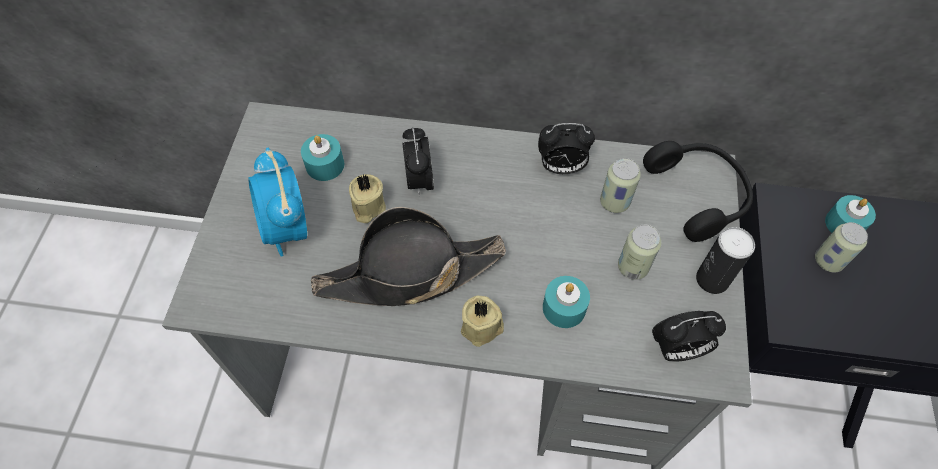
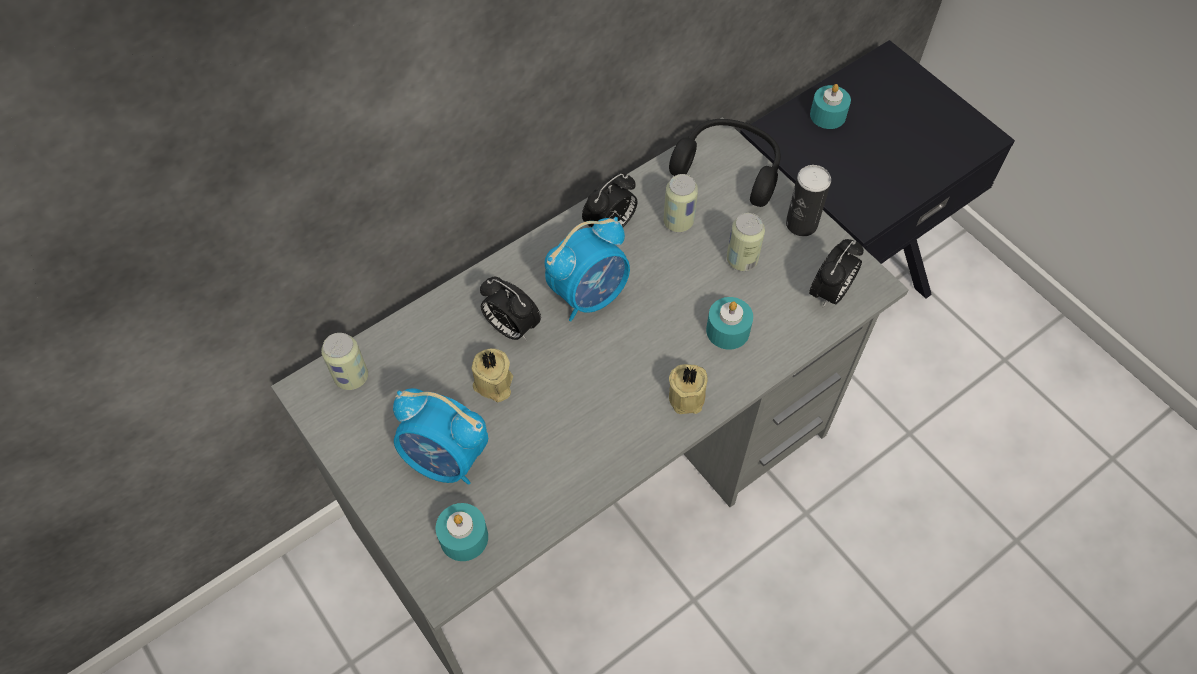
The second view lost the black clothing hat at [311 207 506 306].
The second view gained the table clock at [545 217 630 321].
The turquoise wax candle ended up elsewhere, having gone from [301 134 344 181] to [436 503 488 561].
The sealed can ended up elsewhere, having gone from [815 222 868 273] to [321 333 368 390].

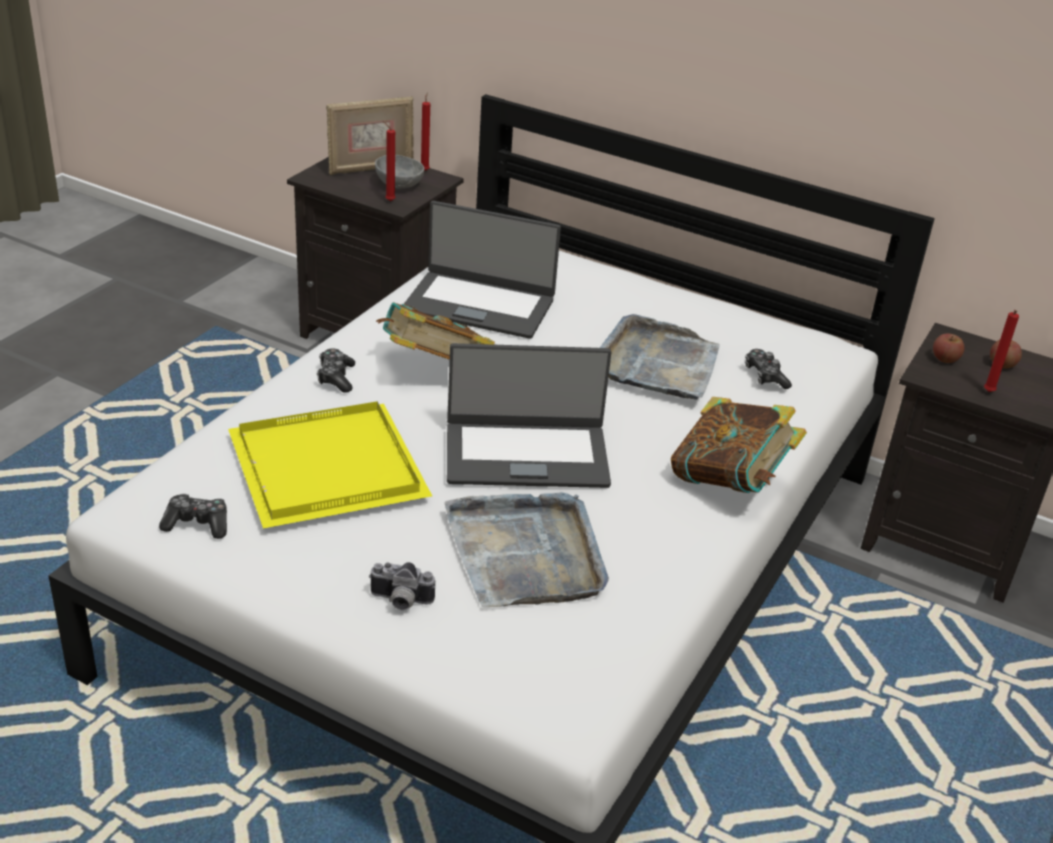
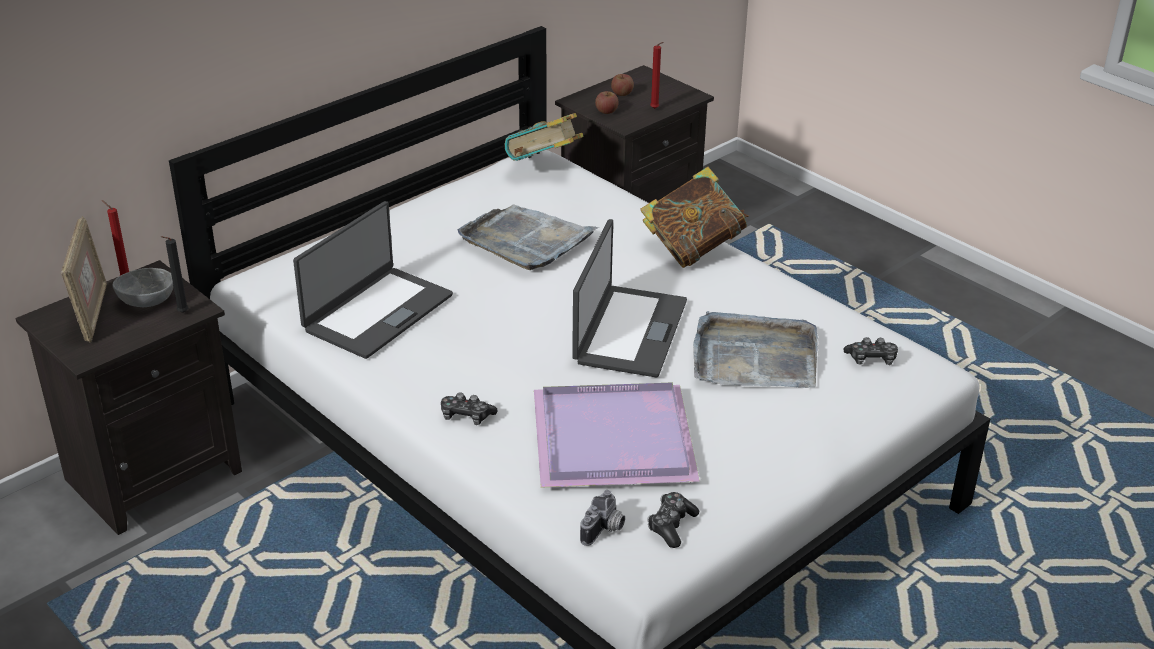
The still camera ended up elsewhere, having gone from [369 562 435 610] to [580 490 625 546].
The bound book ended up elsewhere, having gone from [376 302 495 360] to [505 113 583 161].
The gamepad ended up elsewhere, having gone from [745 349 792 389] to [843 337 898 365].
What was the yellow-coloured tray at [228 402 432 528] turned into the purple-coloured tray at [534 383 700 488].
What was the red-coloured wax candle at [383 121 396 201] turned into the black wax candle at [161 236 188 313].

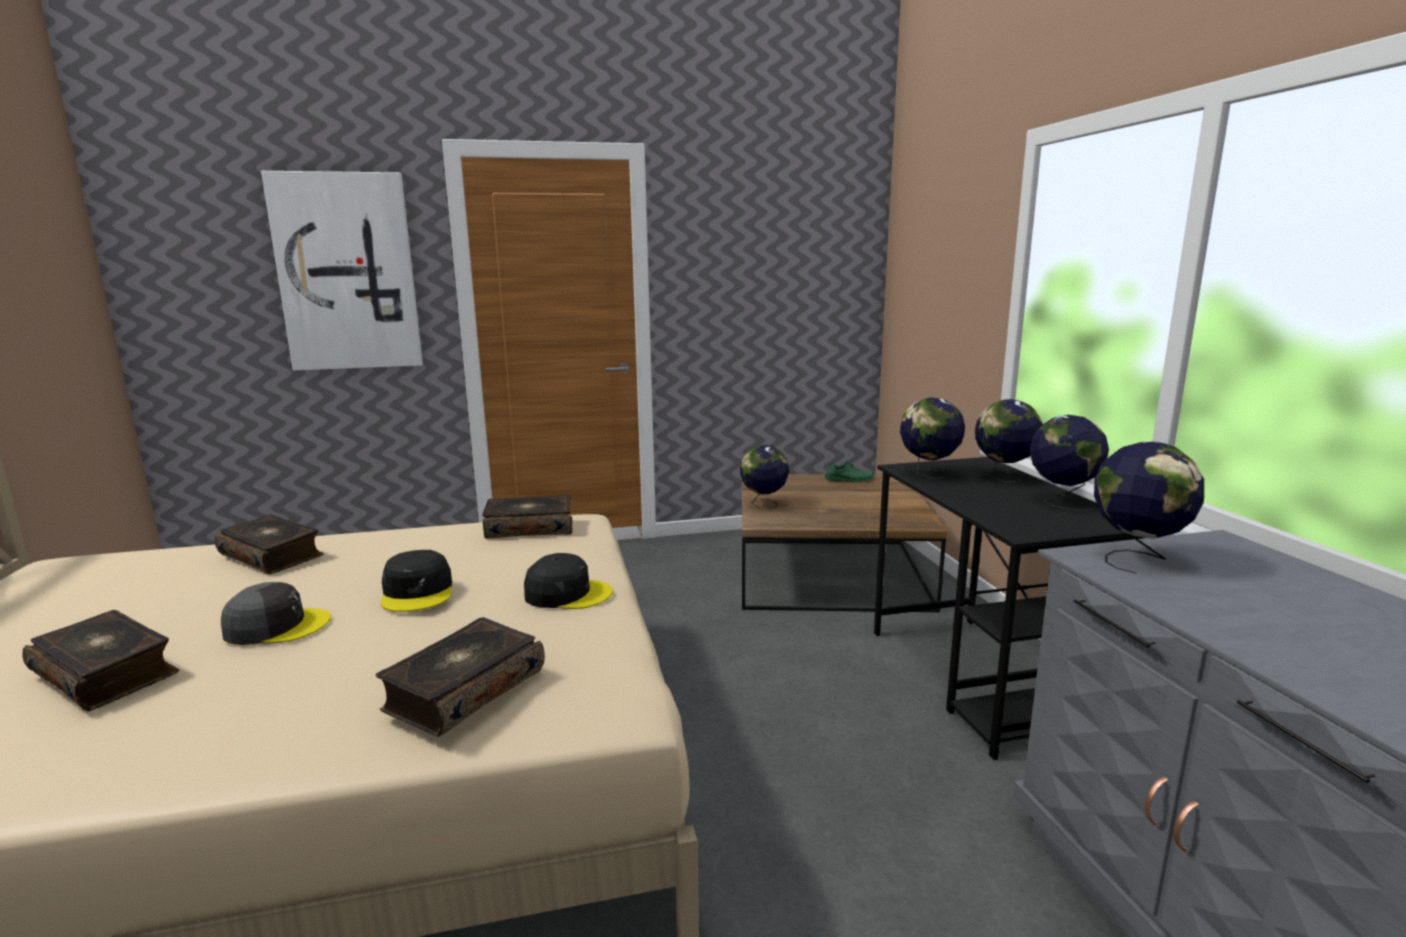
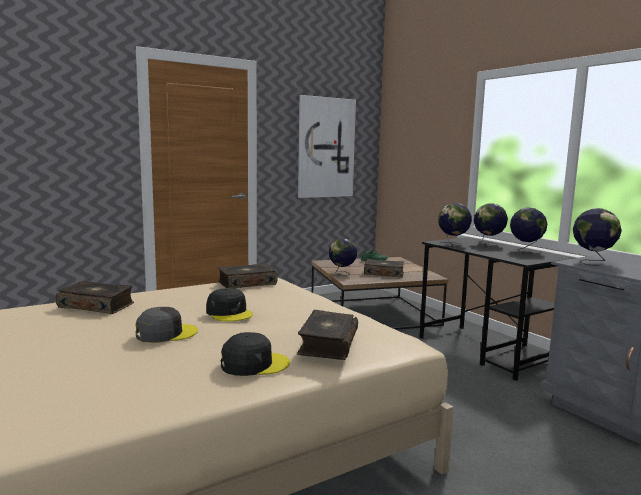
The bound book ended up elsewhere, having gone from [22 610 179 711] to [364 259 404 278].
The wall art ended up elsewhere, having gone from [261 171 423 371] to [298 95 356 198].
The black peaked cap ended up elsewhere, having gone from [524 553 613 609] to [221 332 290 376].

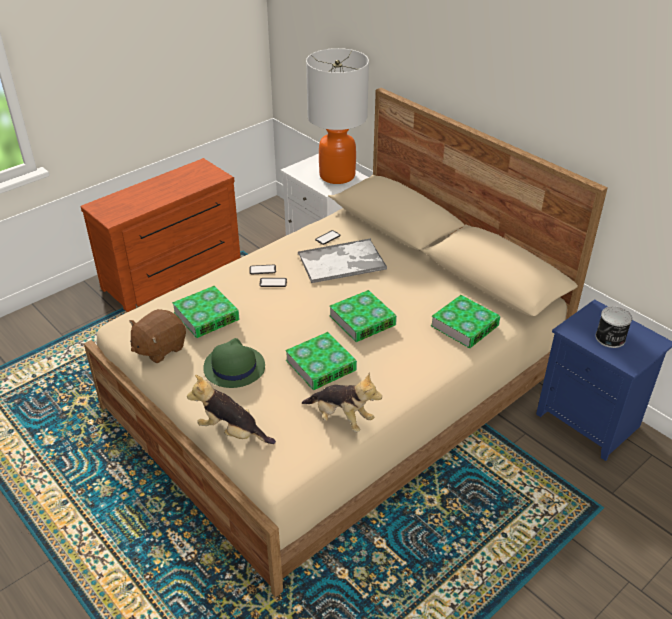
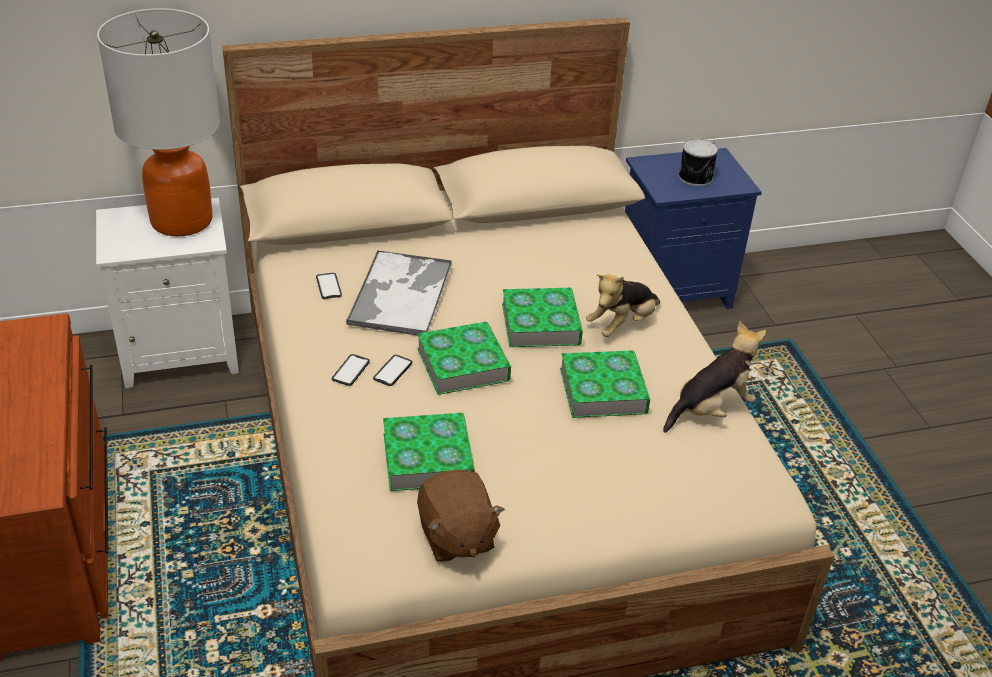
The second view lost the green clothing hat at [203 338 265 388].
The soft toy ended up elsewhere, having gone from [187 375 276 444] to [586 274 660 337].
The bound book ended up elsewhere, having gone from [431 295 501 348] to [417 322 511 395].

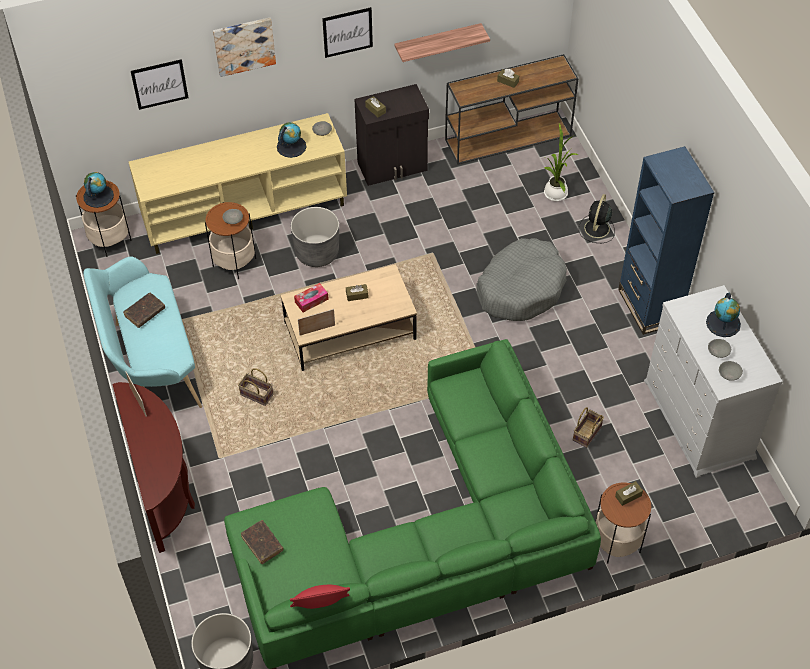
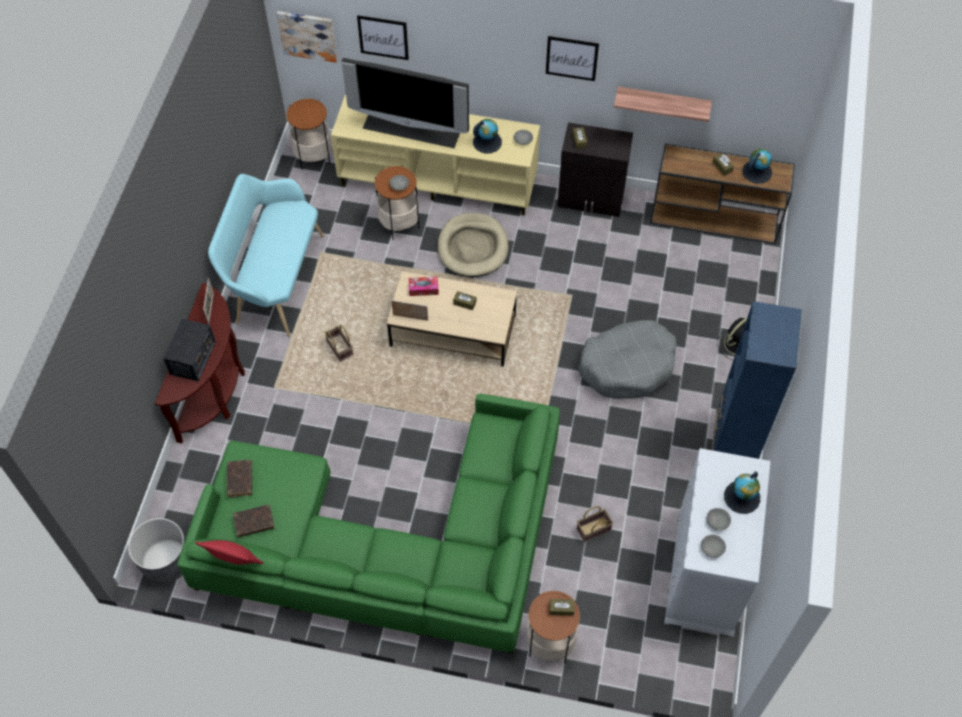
The second view lost the potted plant at [544 124 578 201].
The second view gained the radio at [163 319 216 381].
The second view gained the TV set at [342 58 469 148].
The desk globe ended up elsewhere, having gone from [83 172 114 208] to [742 148 772 184].
The brownish bound book ended up elsewhere, having gone from [123 293 165 328] to [233 505 274 537].
The wall art ended up elsewhere, having gone from [213 17 276 77] to [277 11 337 63].
Where the greyish plant pot stood at [291 207 339 267], the beige-coloured dog bed came to stand at [438 213 508 277].

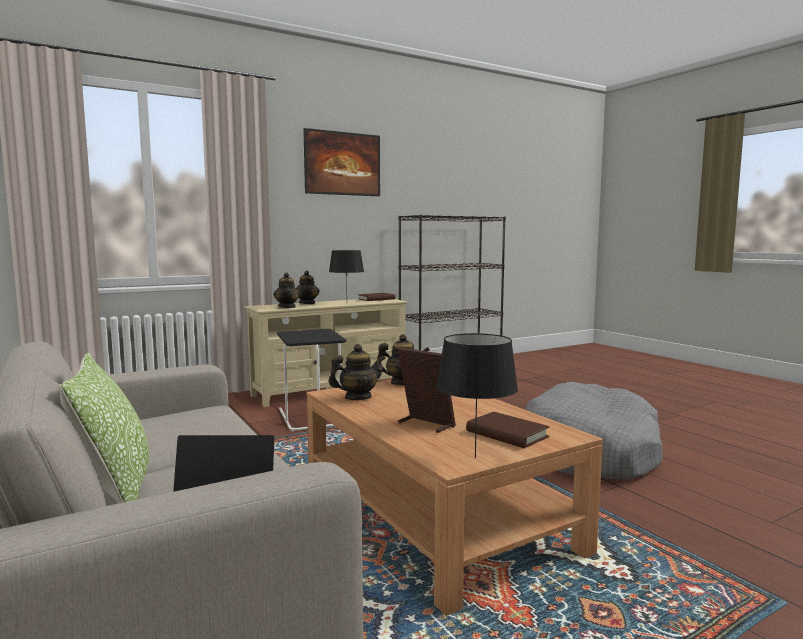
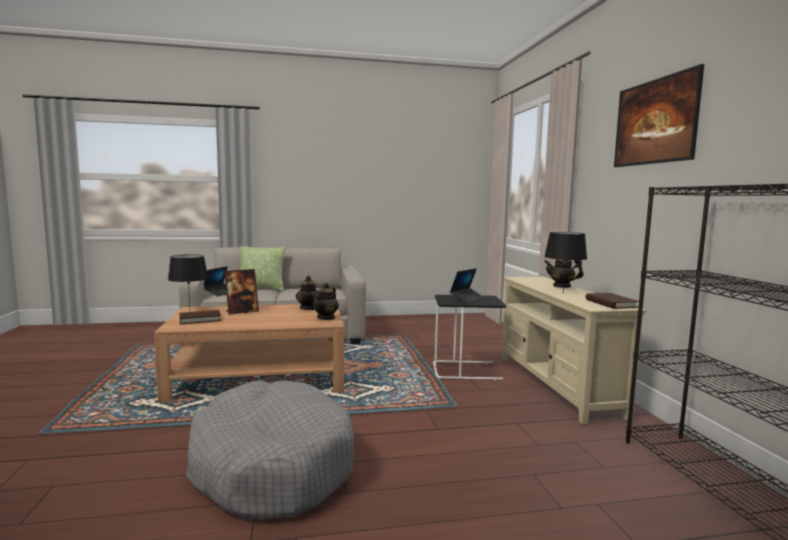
The second view lost the pot for tea at [273 273 300 308].
The second view gained the laptop at [450 268 487 304].

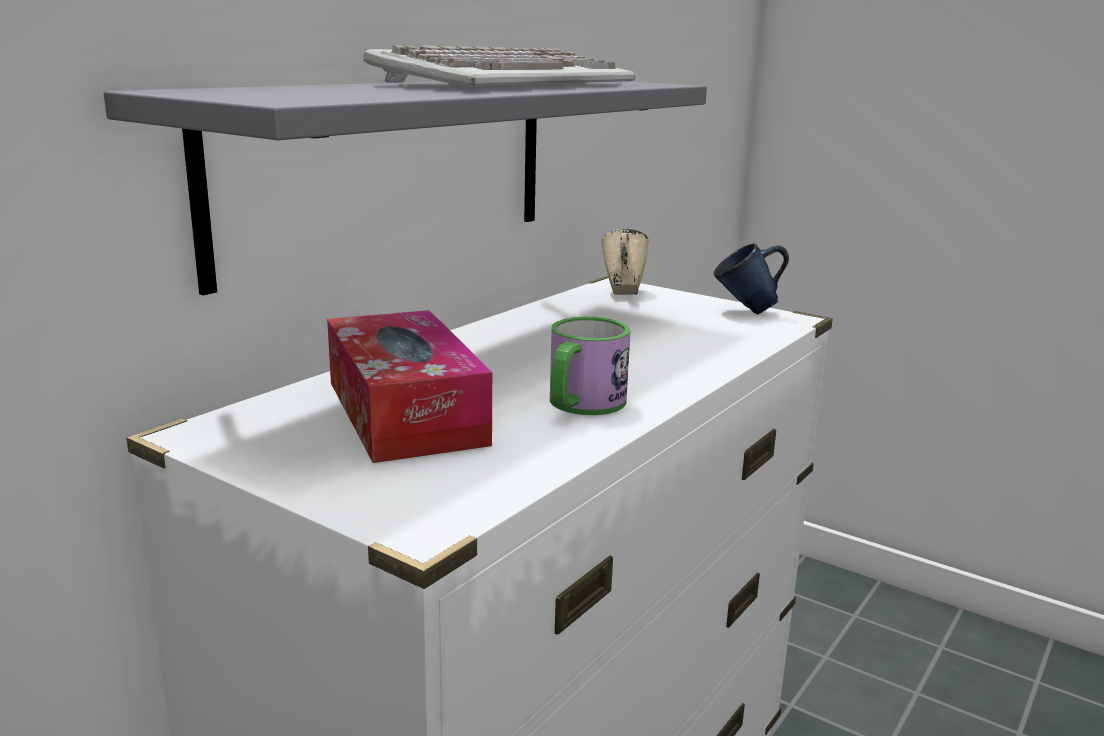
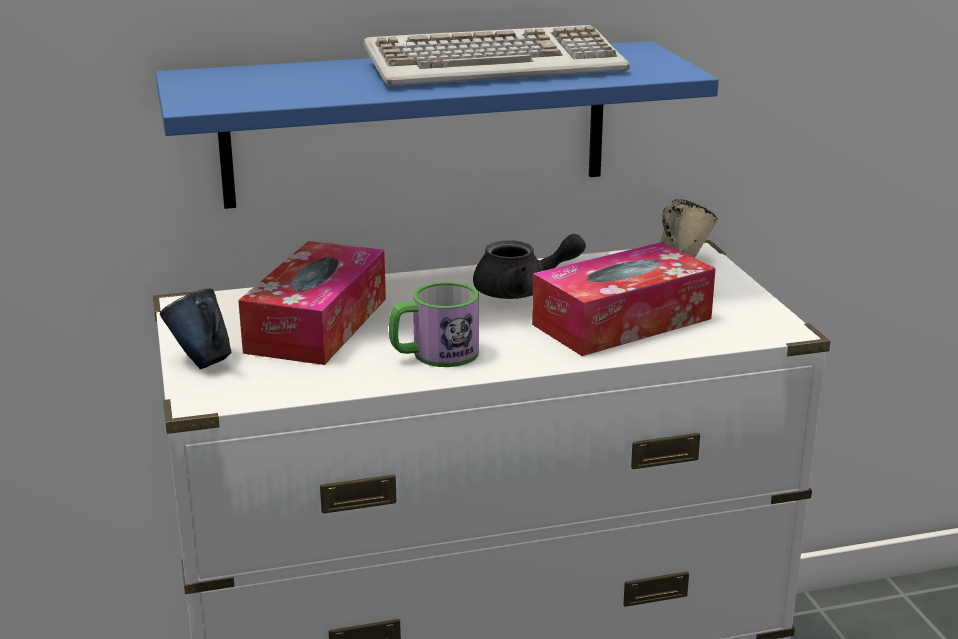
The second view gained the greyish pot for tea at [473 234 586 299].
The second view gained the tissue holder at [532 242 716 356].
The blue coffee mug ended up elsewhere, having gone from [714 243 789 315] to [160 288 231 369].
What was the greyish wall shelf at [104 81 707 295] turned into the blue wall shelf at [156 41 719 209].

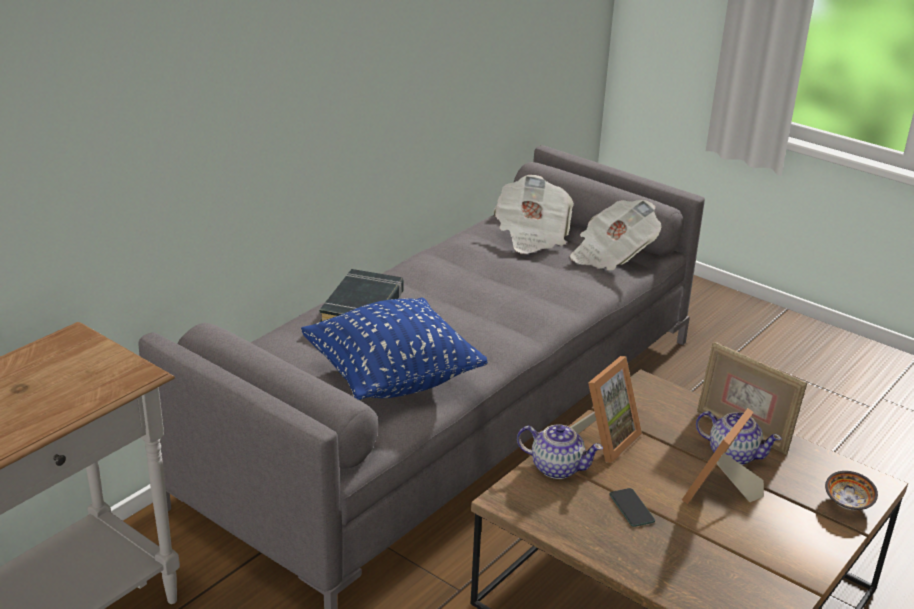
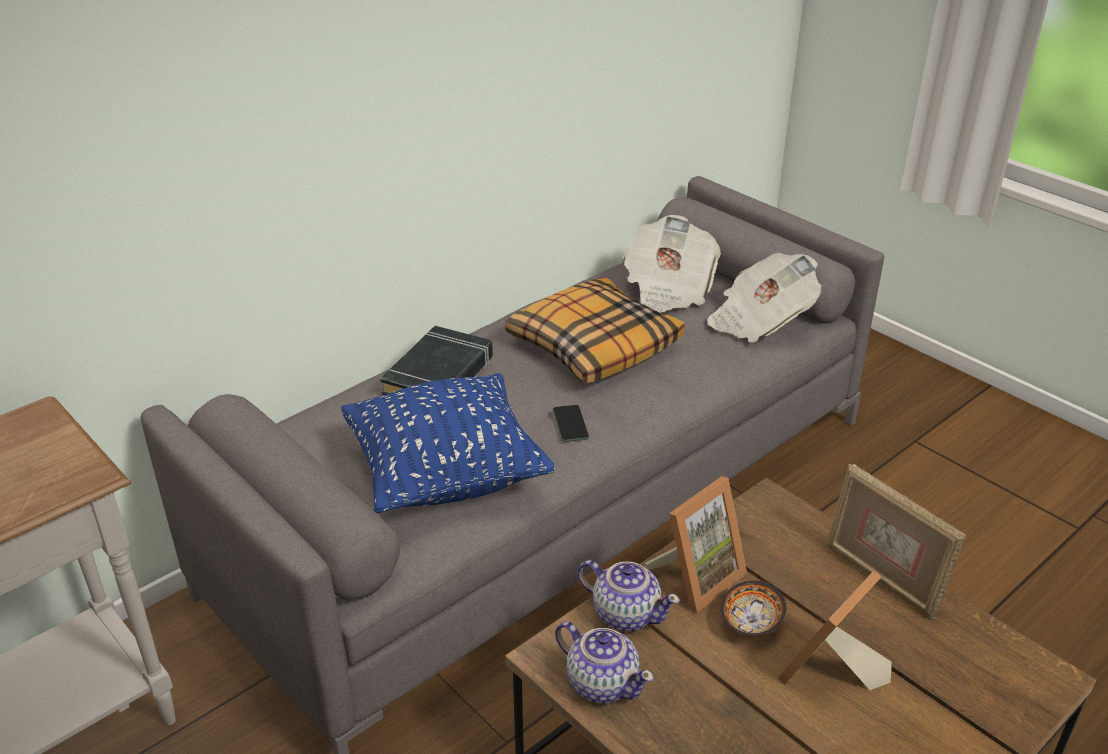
The second view gained the pillow at [505 277 685 384].
The telephone ended up elsewhere, having gone from [609 488 655 527] to [553 405 589 442].
The pot for tea ended up elsewhere, having gone from [696 411 782 465] to [555 621 654 703].
The bowl ended up elsewhere, having gone from [825 471 878 510] to [721 581 786 637].

